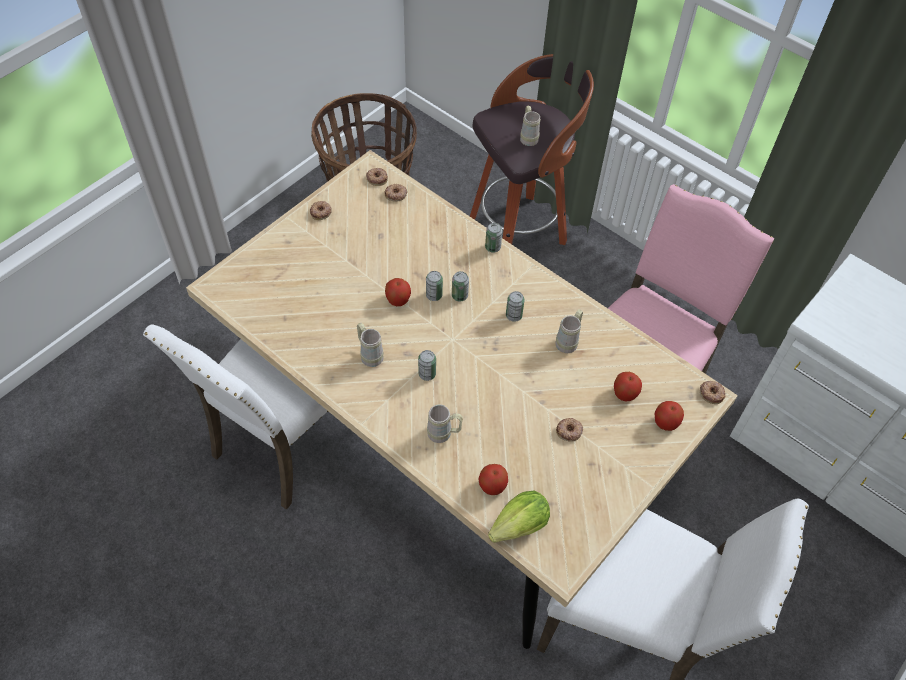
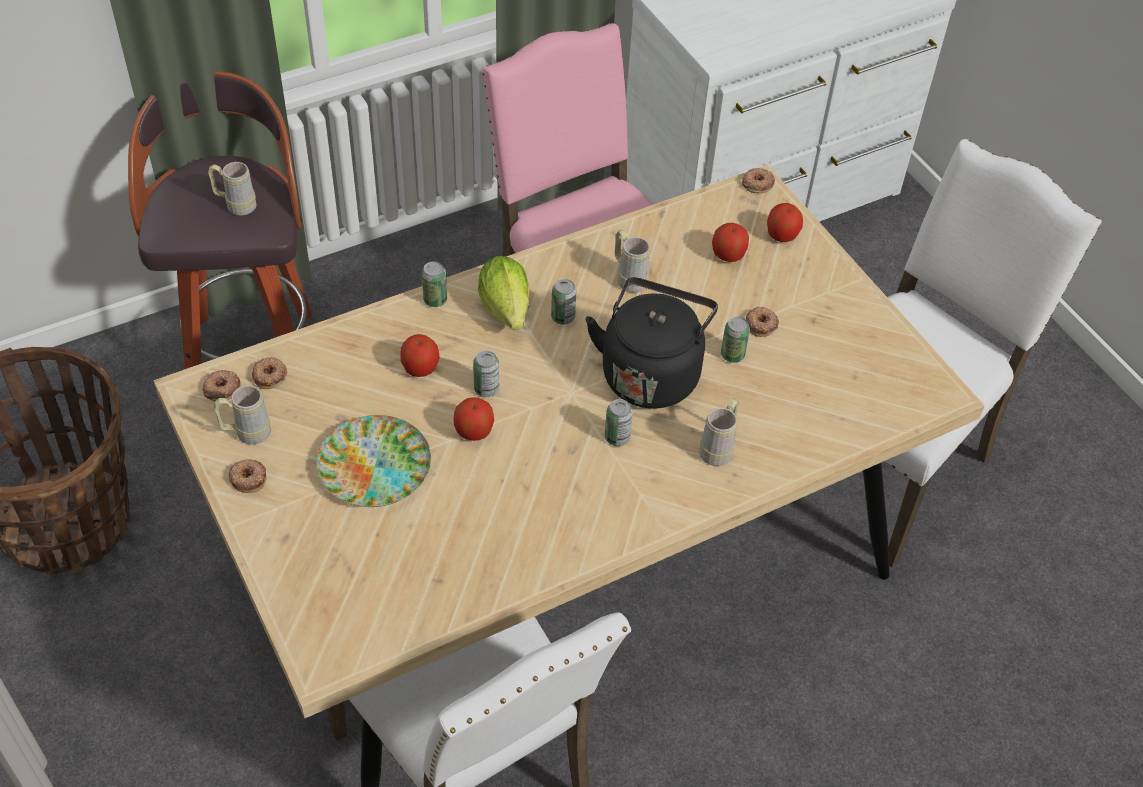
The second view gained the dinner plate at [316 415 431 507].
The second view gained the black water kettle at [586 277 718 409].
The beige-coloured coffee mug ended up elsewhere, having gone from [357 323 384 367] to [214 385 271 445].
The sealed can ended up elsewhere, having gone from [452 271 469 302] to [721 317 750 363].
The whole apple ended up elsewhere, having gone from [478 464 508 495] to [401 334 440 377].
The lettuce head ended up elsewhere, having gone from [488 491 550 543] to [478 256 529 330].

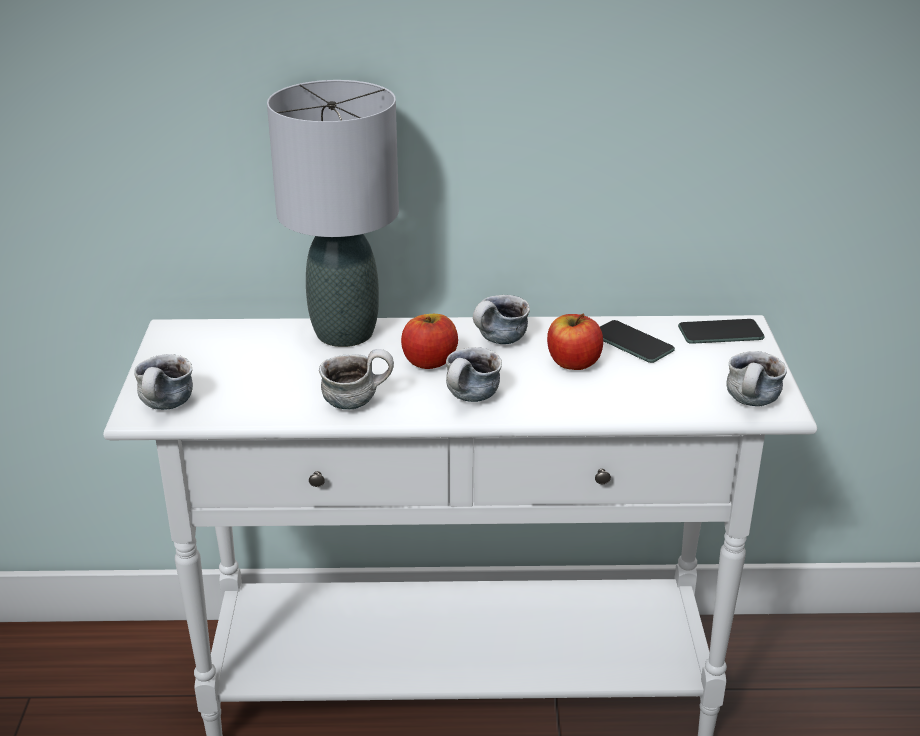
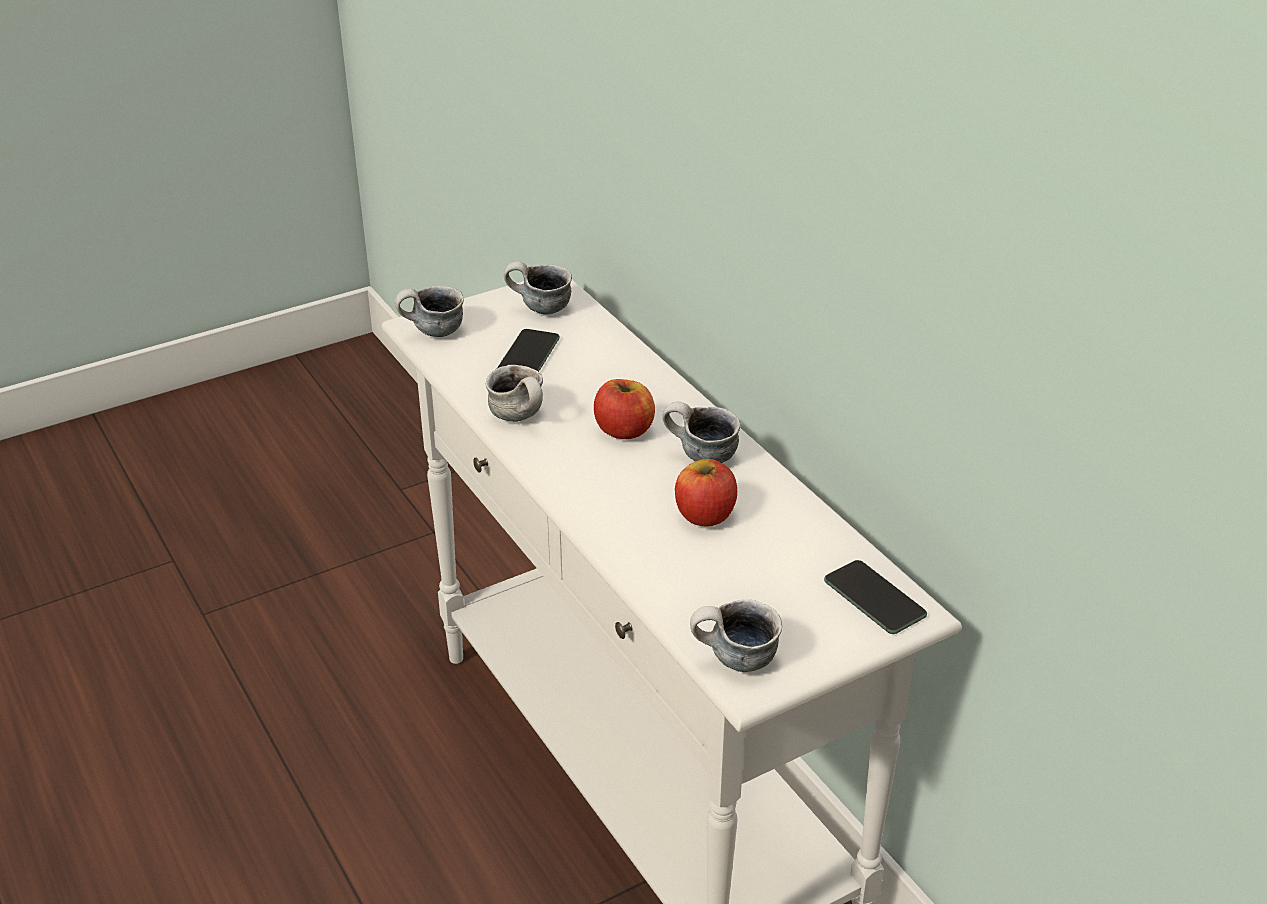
The second view lost the greyish table lamp at [267 80 399 347].
The coffee mug ended up elsewhere, having gone from [446 347 502 402] to [504 261 572 315].
The telephone ended up elsewhere, having gone from [600 320 675 363] to [497 329 560 372].

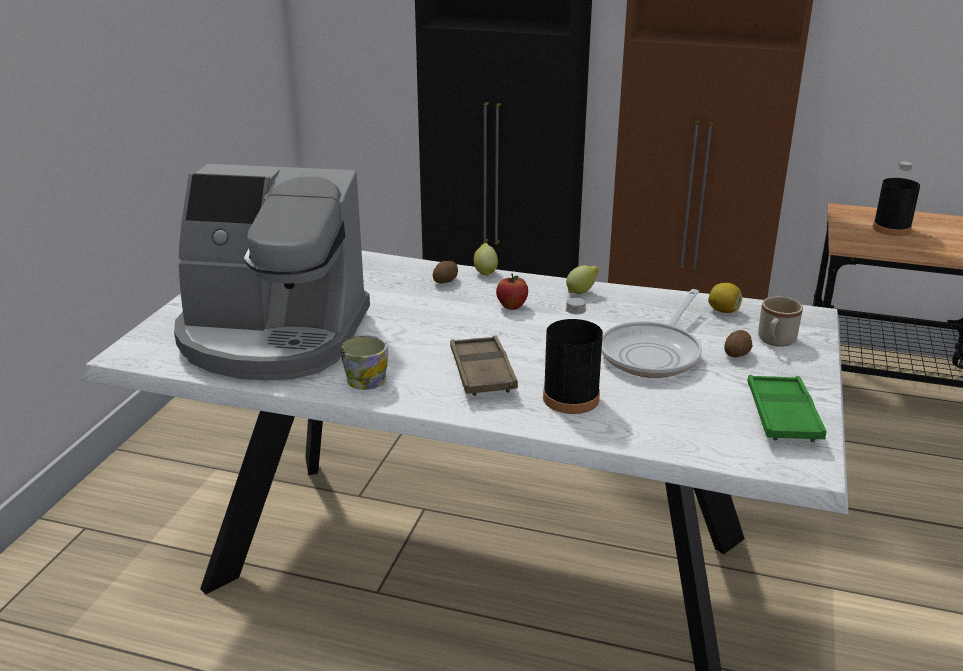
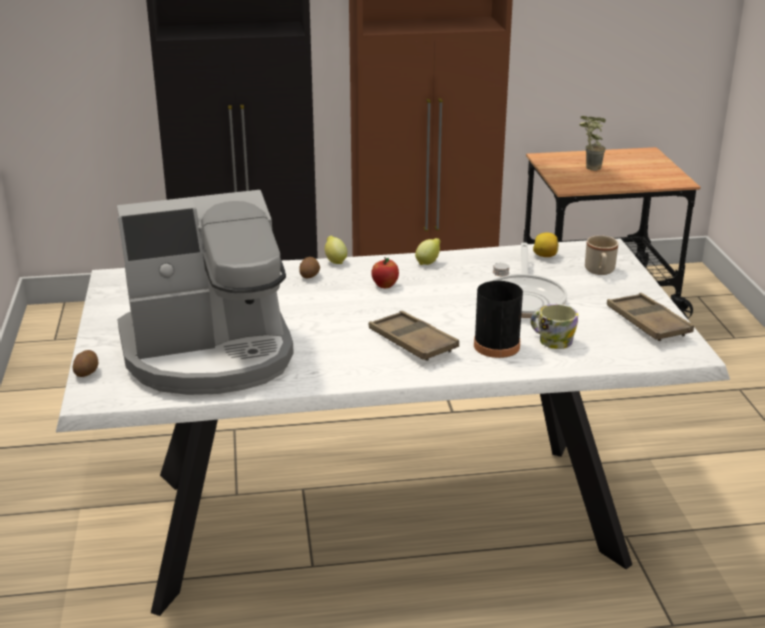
The coffee mug ended up elsewhere, having gone from [341 336 388 390] to [530 304 578 349].
The whole potato ended up elsewhere, having gone from [724 330 752 357] to [73 350 98 377].
Where the black drink bottle stood at [873 161 920 236], the potted plant came to stand at [580 116 606 171].
What was the green tray at [747 375 826 442] turned into the brownish tray at [607 293 694 341].

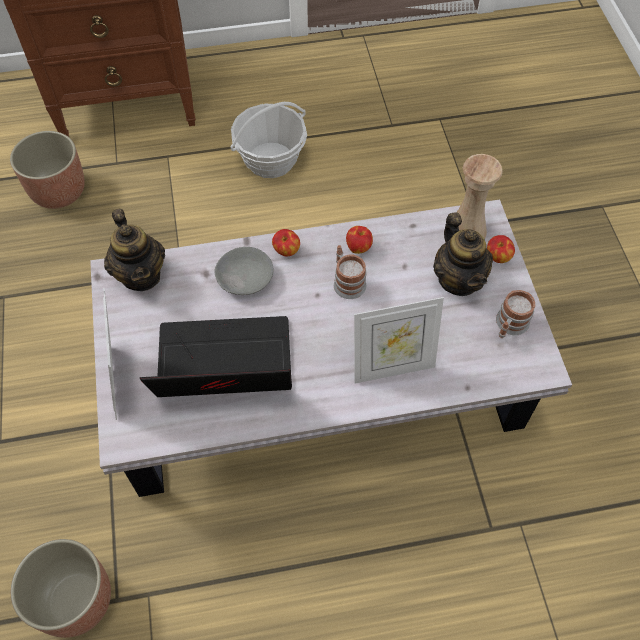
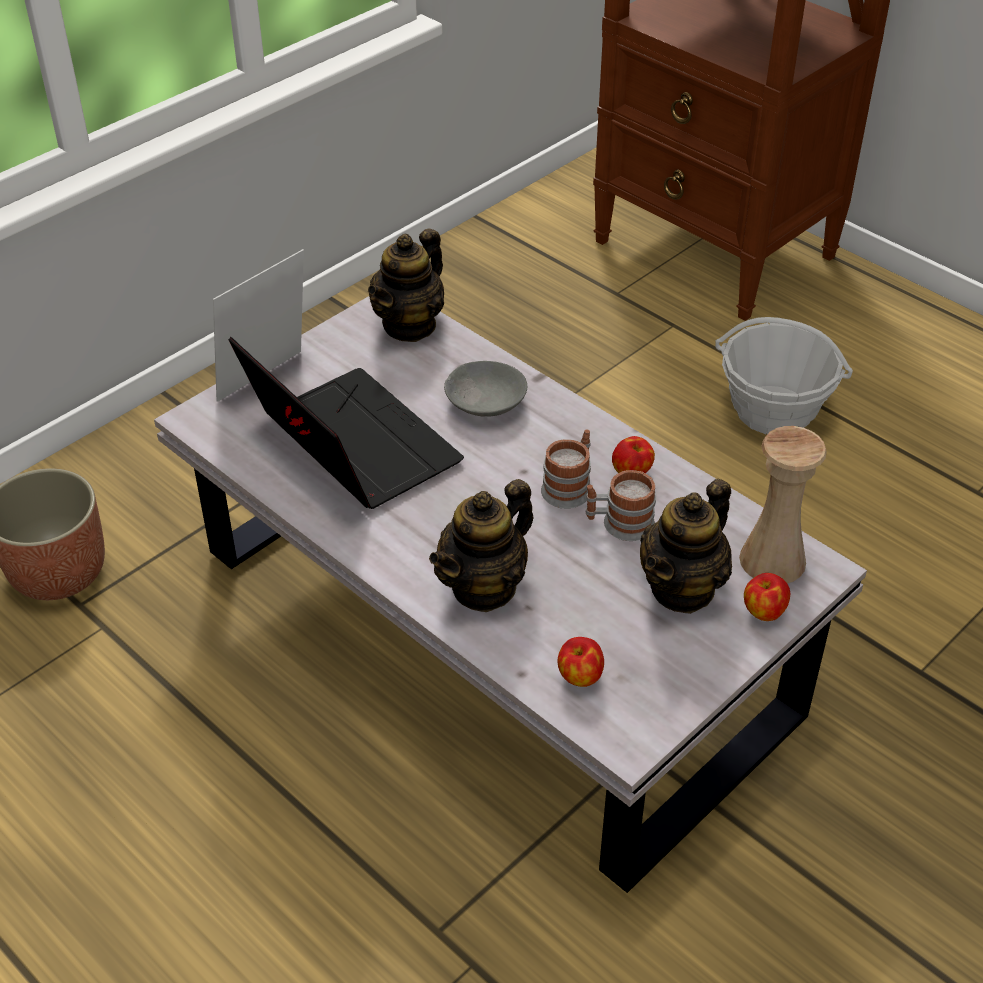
The second view lost the plant pot at [10 131 85 209].
The whole apple ended up elsewhere, having gone from [272 229 300 256] to [557 637 604 687].
The coffee mug ended up elsewhere, having gone from [496 290 535 338] to [586 470 656 541].
Where the photo frame stood at [354 297 444 384], the pot for tea came to stand at [429 479 534 612].

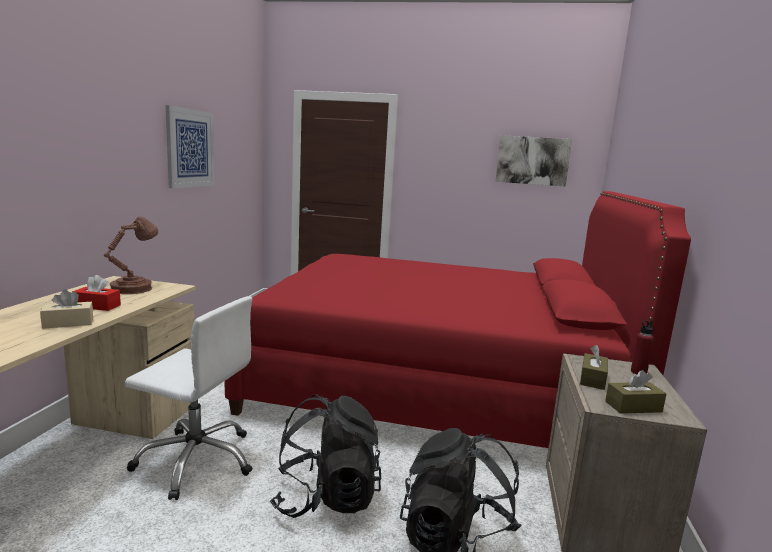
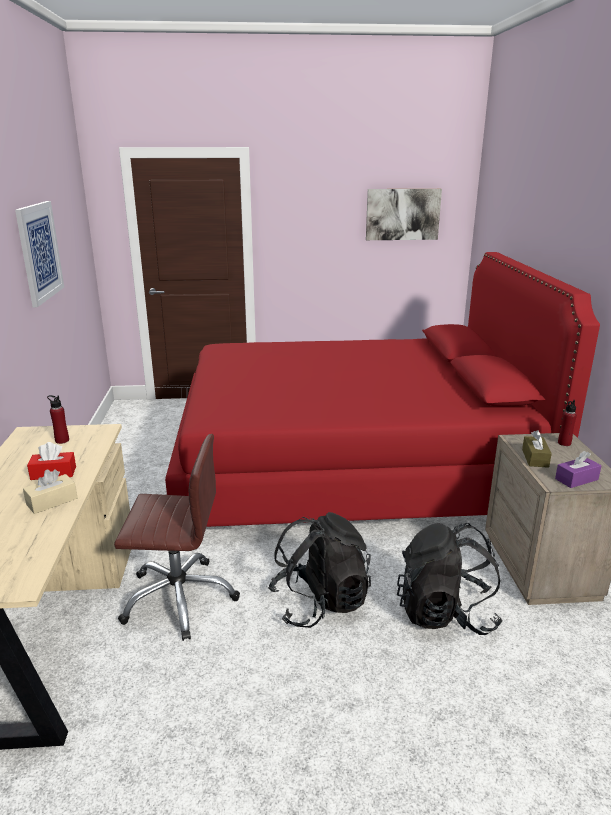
Where the brownish table lamp stood at [104 216 158 294], the red-coloured drink bottle came to stand at [47 395 69 444].
What was the white desk chair at [125 296 253 500] turned into the brownish desk chair at [114 434 240 641].
What was the brownish tissue holder at [605 370 667 414] turned into the purple-coloured tissue holder at [555 451 602 488].

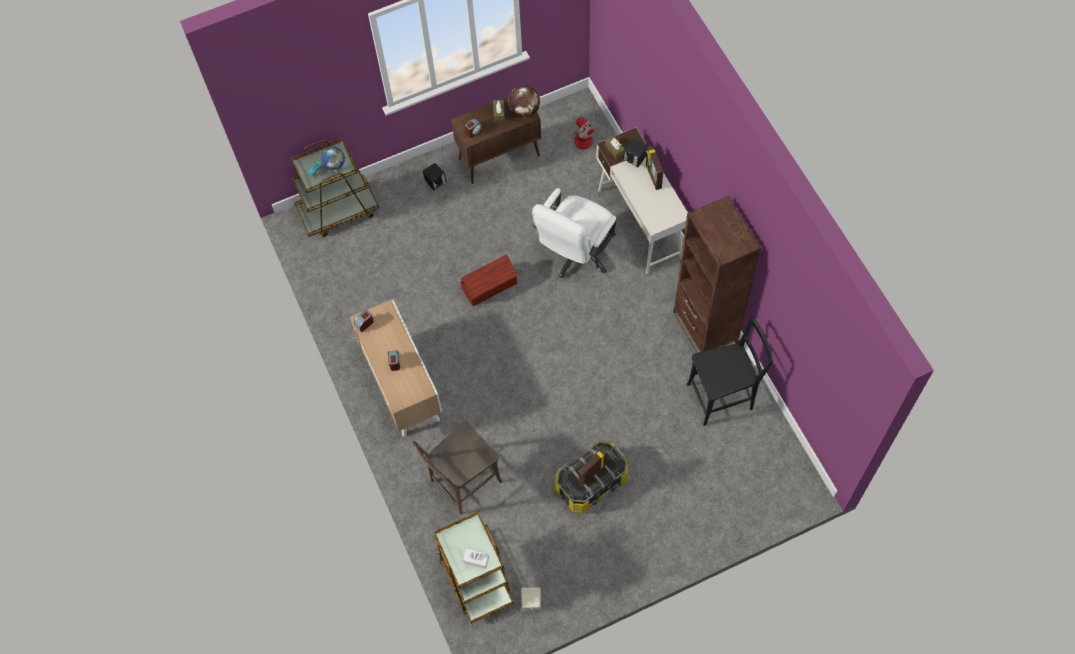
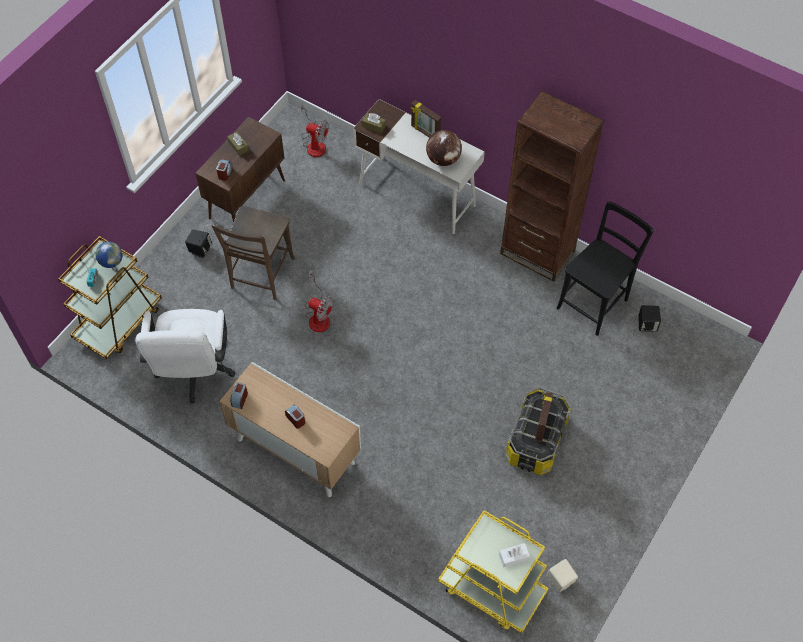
The brownish plain chair ended up elsewhere, having gone from [413 422 502 514] to [212 206 295 300].
The desk globe ended up elsewhere, having gone from [508 85 540 118] to [426 130 462 166].
The white desk chair ended up elsewhere, having gone from [532 188 616 279] to [135 309 235 403].
The black audio speaker ended up elsewhere, having gone from [623 138 648 167] to [638 305 661 332].
Where the brownish storage box stood at [461 254 518 306], the electric fan came to stand at [305 269 334 332].
What was the brownish wheeled cart at [434 512 514 623] turned into the yellow-coloured wheeled cart at [438 510 548 633].

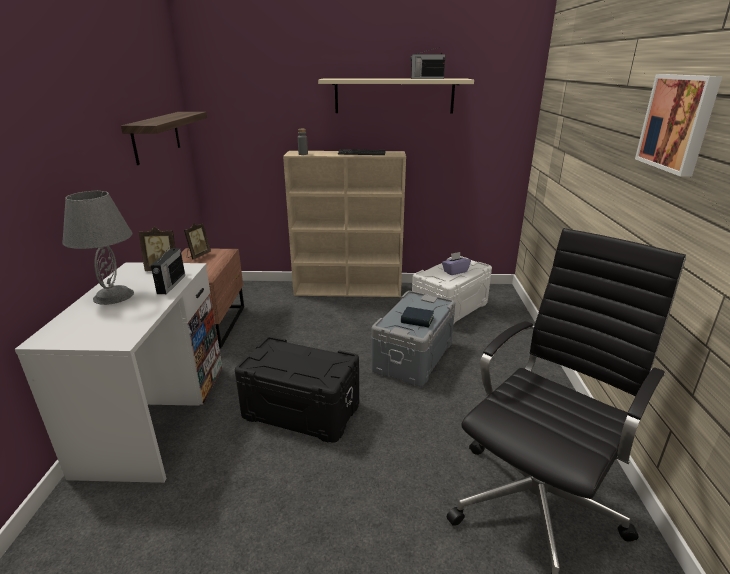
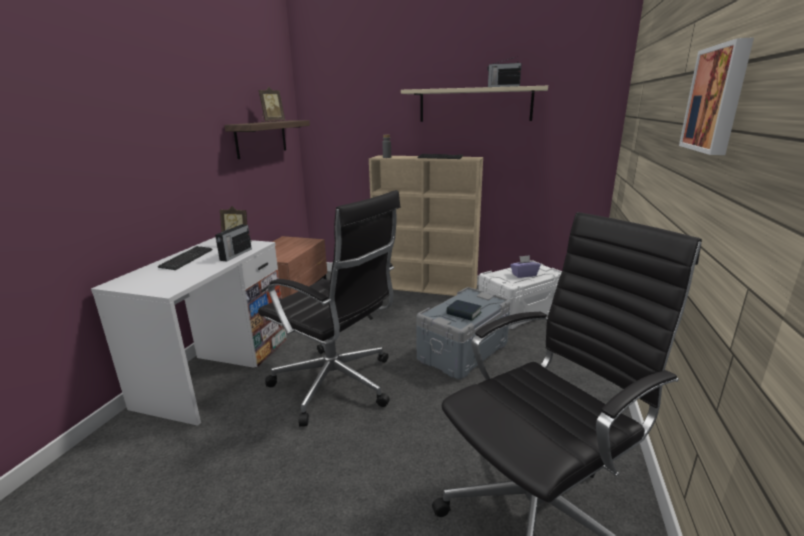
The photo frame ended up elsewhere, having gone from [184 223 211 260] to [259 87 285 122].
Where the greyish table lamp stood at [62 191 134 305], the PC keyboard came to stand at [157 246 213 270].
Where the black storage box stood at [235 337 359 443], the black desk chair came to stand at [258 190 401 427].

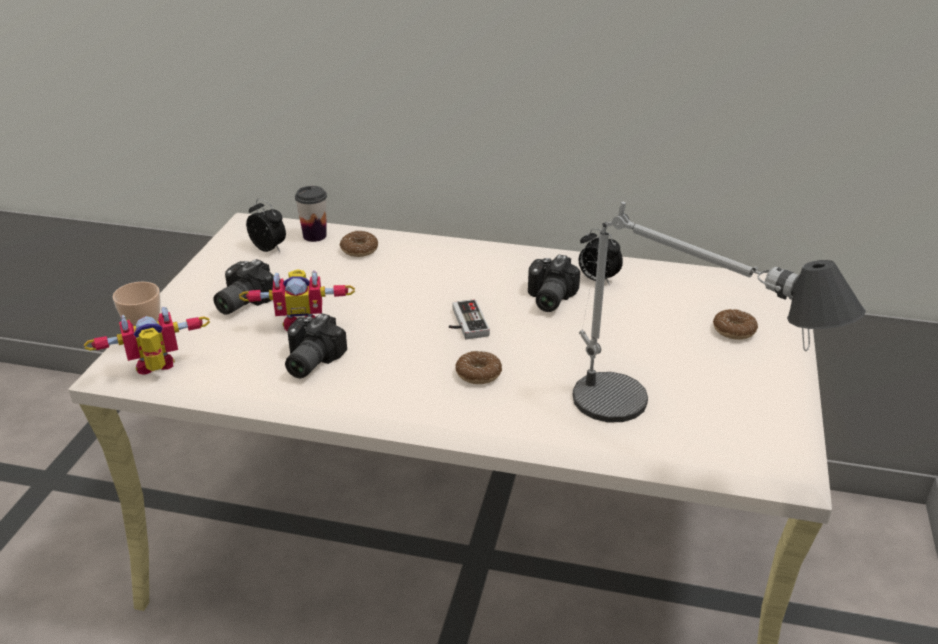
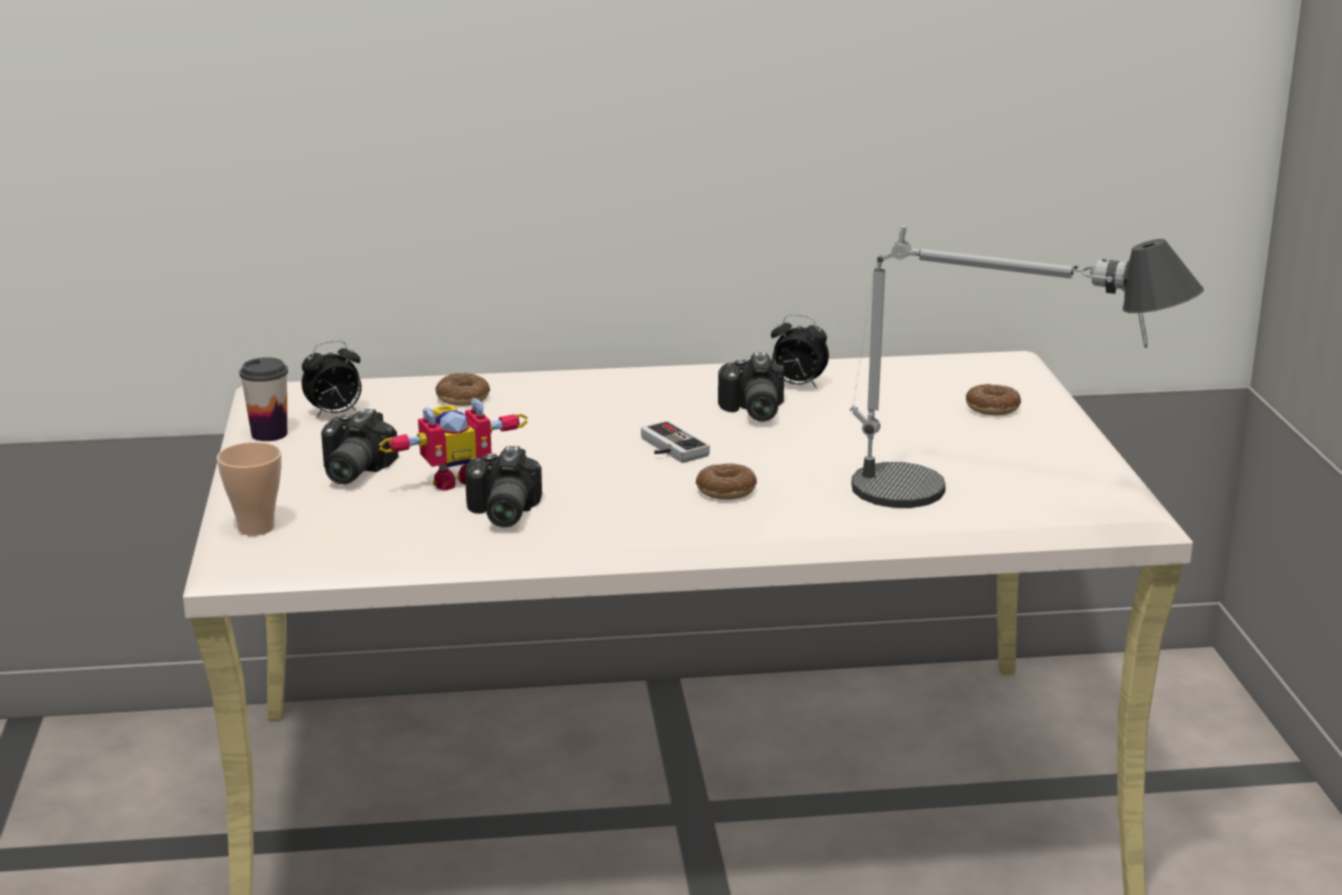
The second view lost the model robot at [84 307 210 375].
The drinking cup ended up elsewhere, having gone from [295 186 327 242] to [239 357 288 441].
The table clock at [246 199 286 252] ended up facing another way, 135 degrees clockwise from before.

